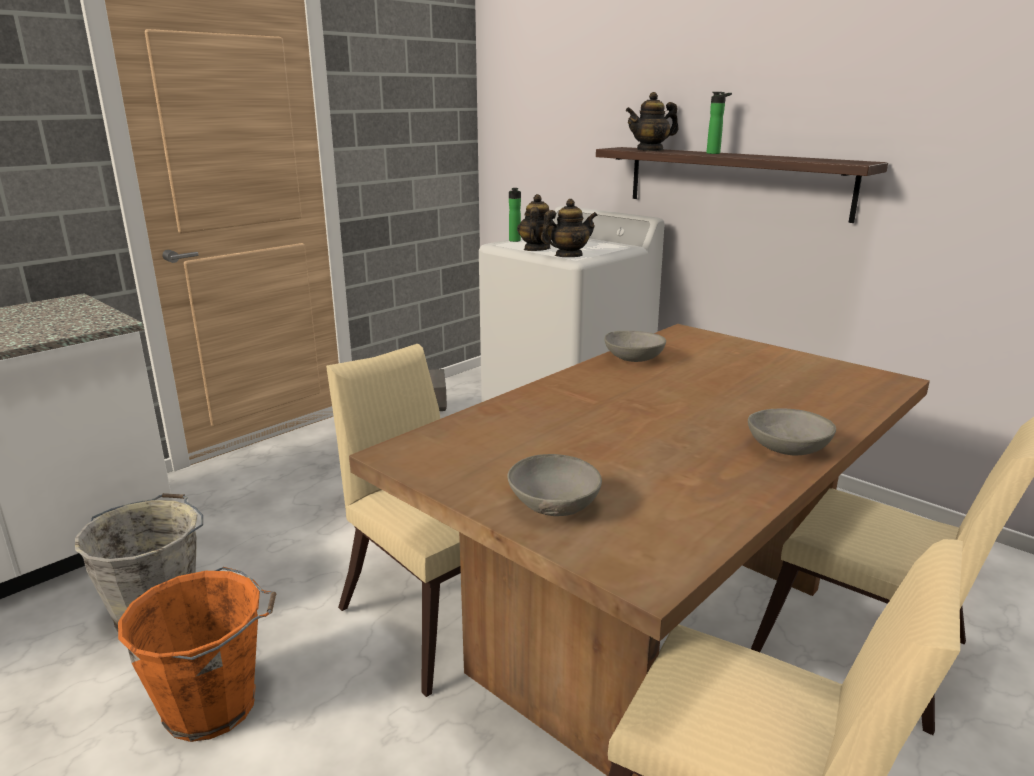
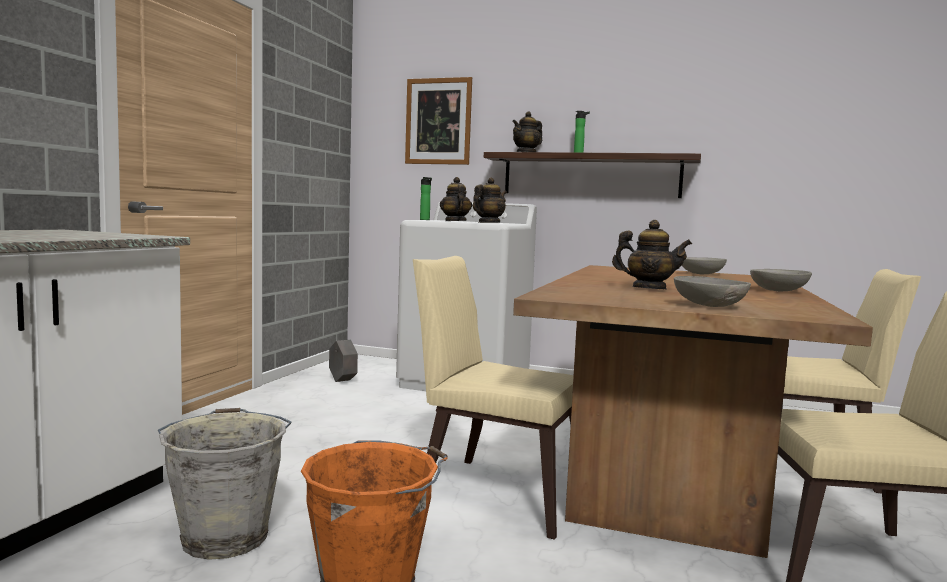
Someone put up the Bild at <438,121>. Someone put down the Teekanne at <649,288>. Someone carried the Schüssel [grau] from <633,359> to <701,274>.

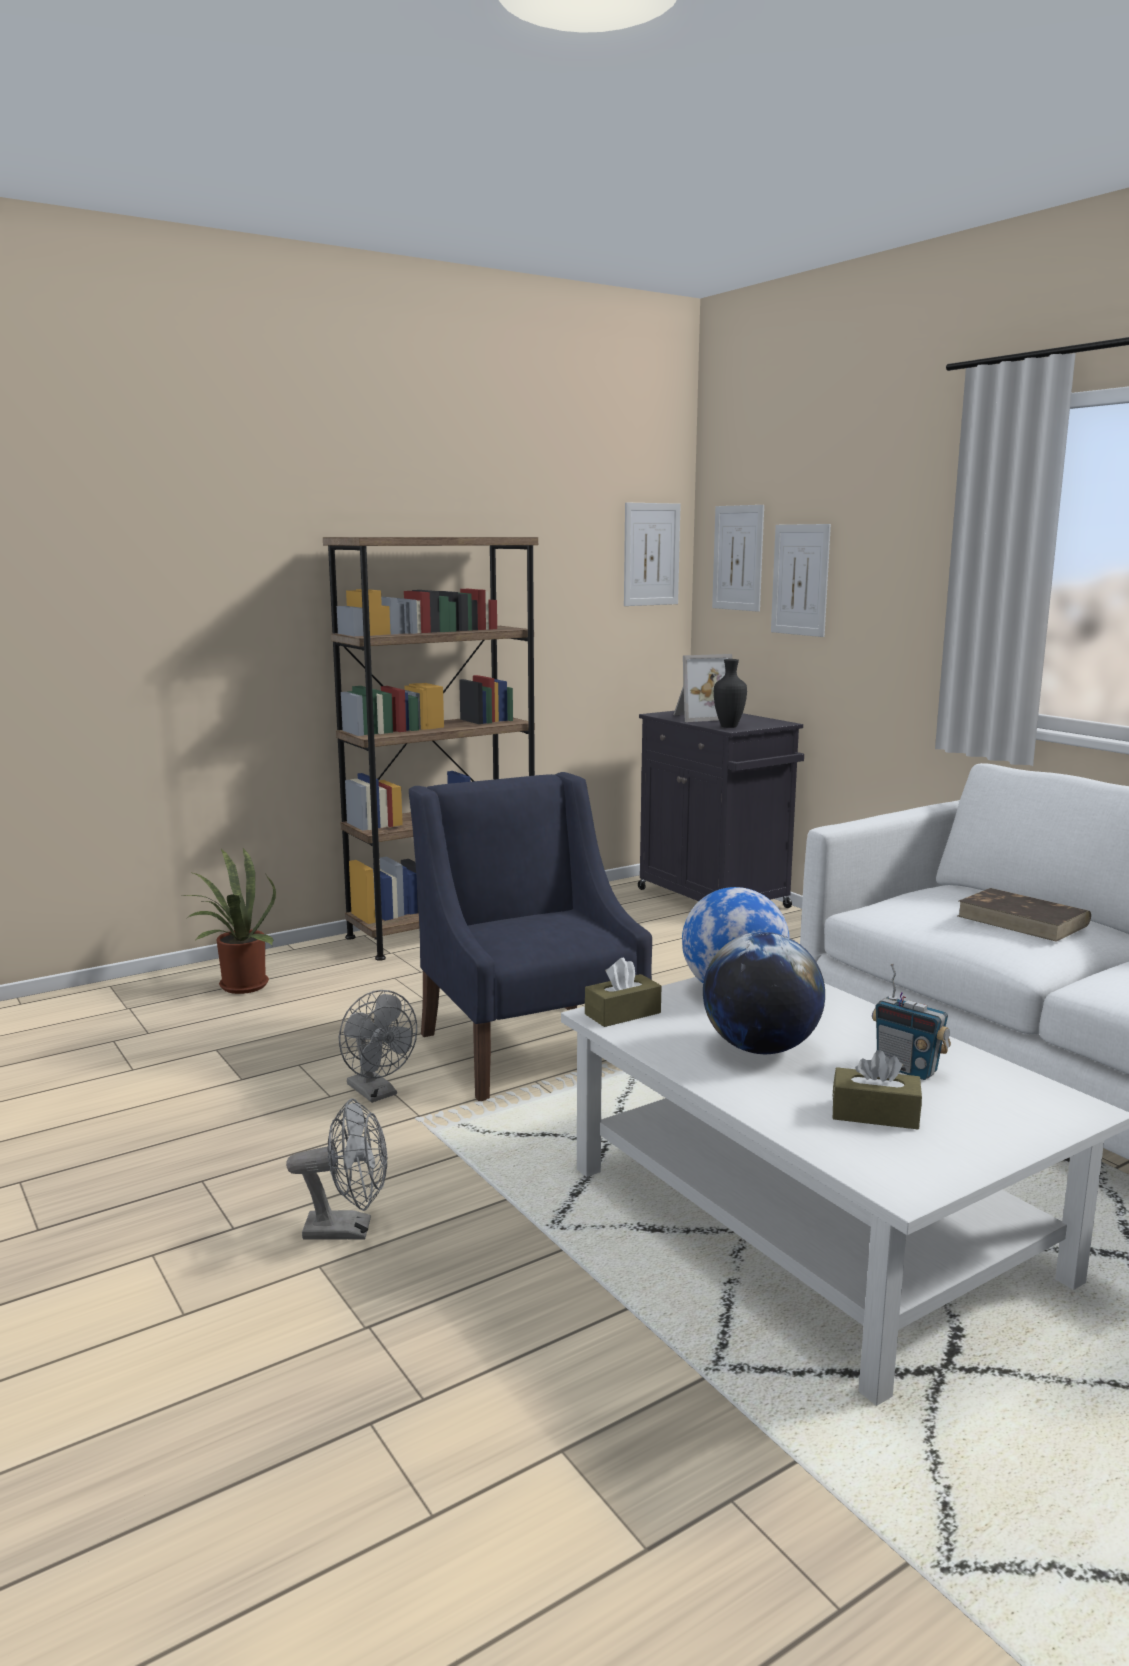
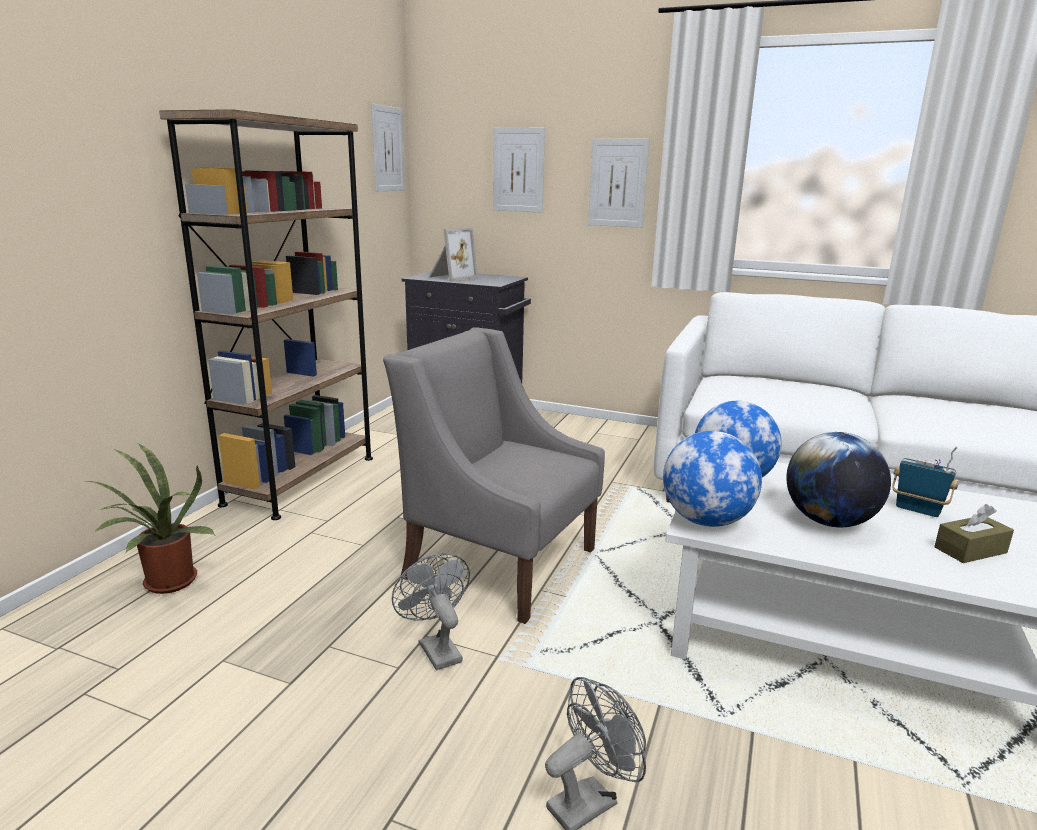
Someone took away the Vase [schwarz] at <728,726>. Someone took away the Buch [braun] at <1023,920>. Someone carried the Bild from <738,558> to <618,183>. Someone swapped the Taschentuchbox [braun] at <622,1013> for the Globus at <706,521>. Someone repainted the Sessel [blau] at <529,1047>, which became the Sessel [grau] at <499,562>. Someone rotated the Ventilator [grau] at <377,1093> by 135 degrees counterclockwise. Someone rotated the Radio at <907,1069> by 150 degrees counterclockwise.

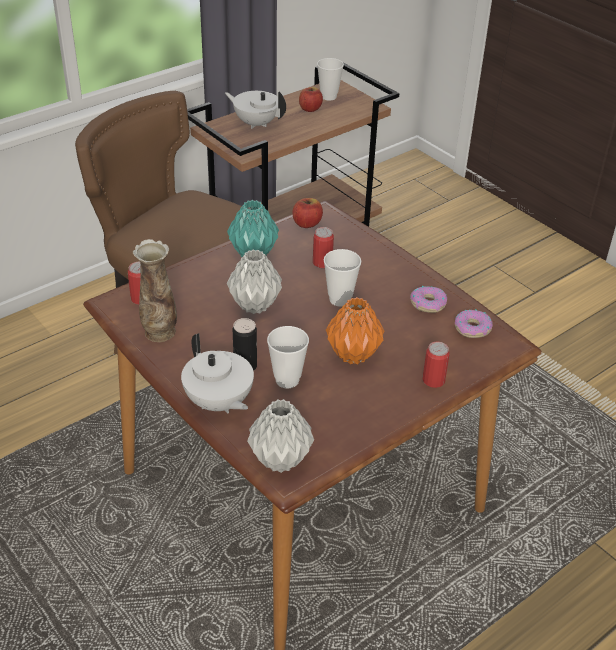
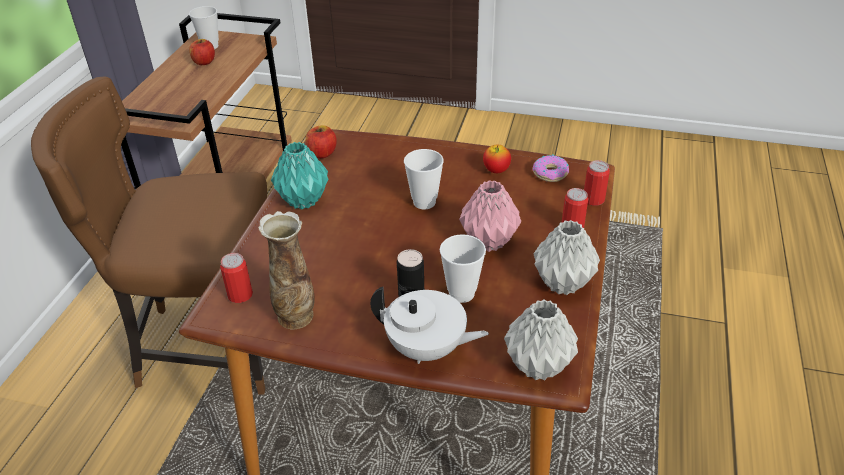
Someone took away the Teekanne [weiß] at <256,123>. Someone carried the Vase [grau] from <255,304> to <562,283>. Someone carried the Dose from <322,263> to <593,199>. Someone swapped the Donut at <428,303> for the Apfel at <496,171>. Someone repainted the Vase [orange] at <353,354>, which became the Vase [rosa] at <488,241>.

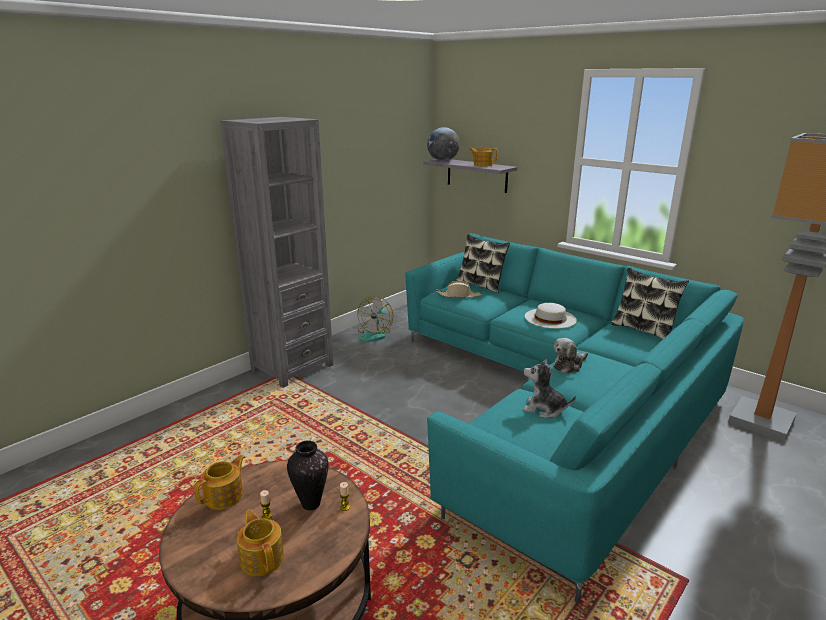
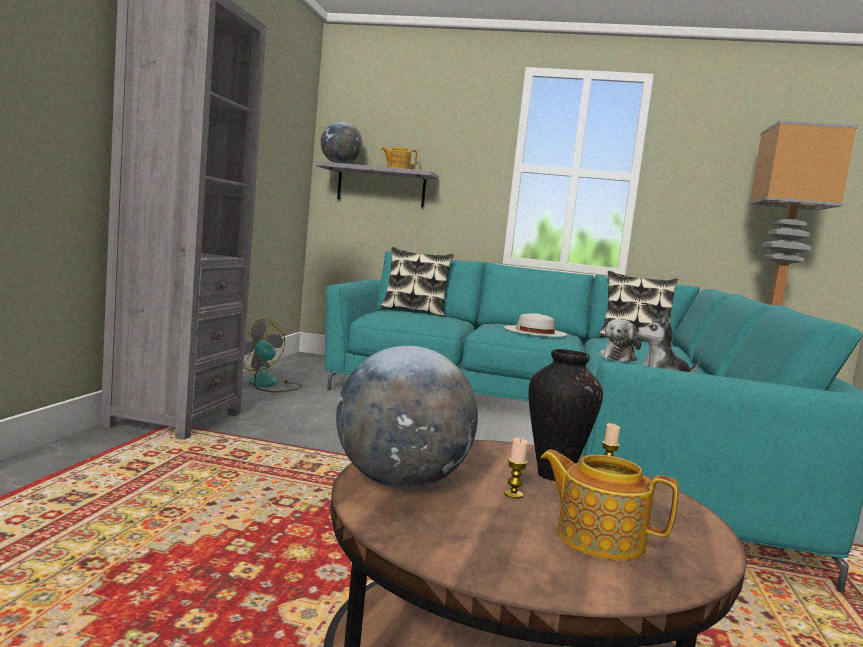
Someone took away the Hut [beige] at <458,295>. Someone swapped the Teekanne at <225,496> for the Globus at <400,483>. Someone rotated the Ventilator at <375,334> by 150 degrees clockwise.

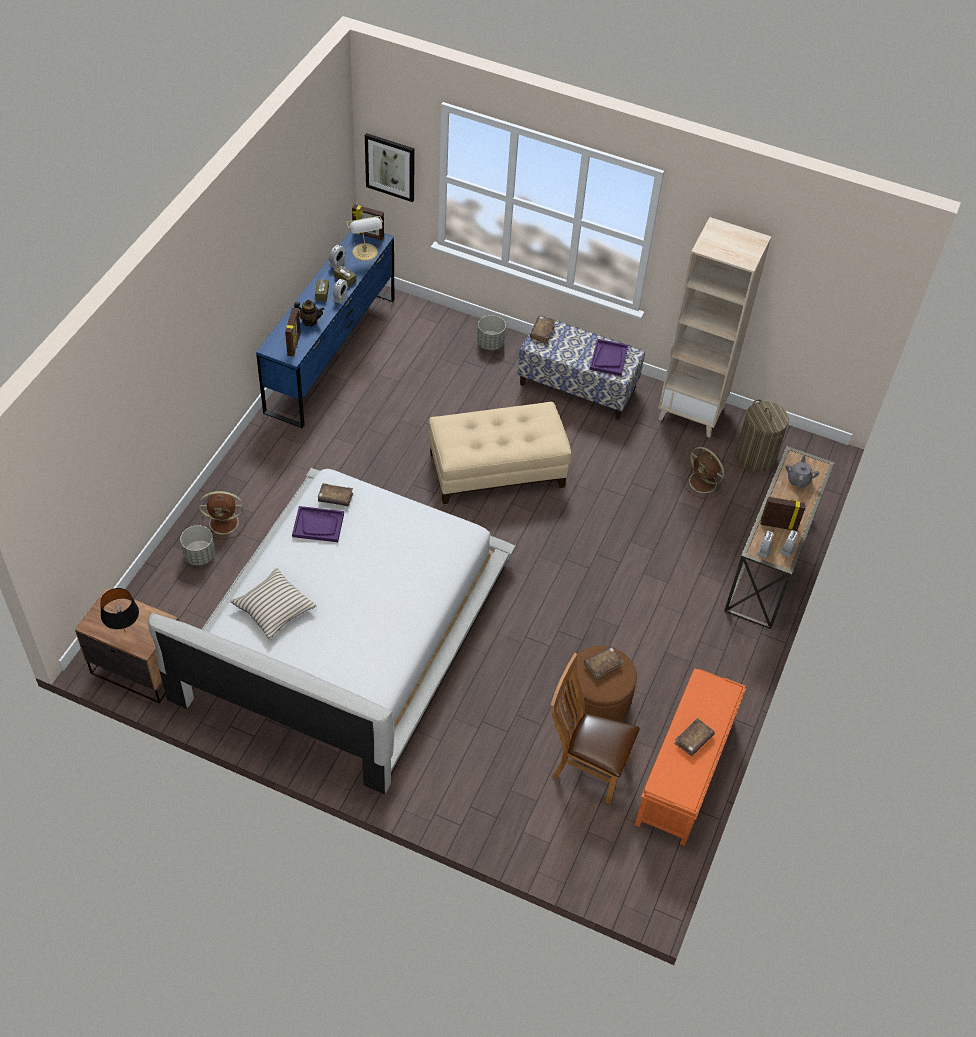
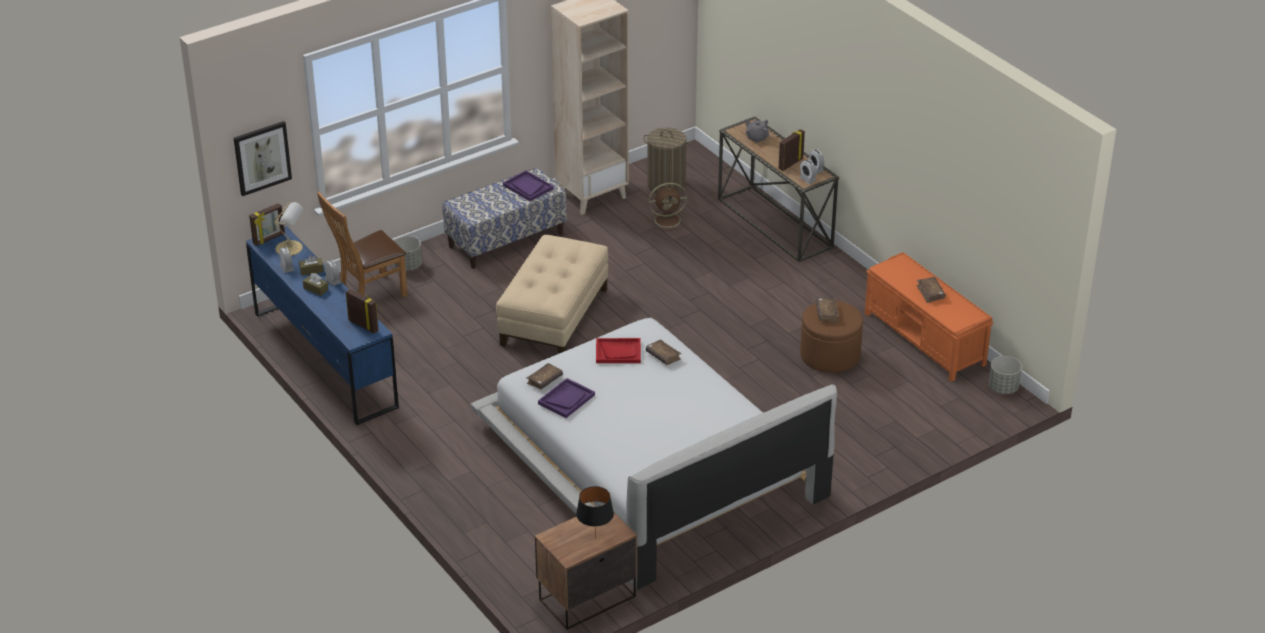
Someone took away the Ventilator [braun] at <225,523>. Someone took away the Kissen [beige] at <274,608>. Someone took away the Teekanne at <309,321>. Someone put down the Tablett [rot] at <618,352>. Someone carried the Pflanzkübel [grau] from <199,556> to <1003,388>. Someone carried the Buch [braun] from <542,332> to <663,356>. Someone carried the Stuhl [braun] from <585,767> to <368,294>.

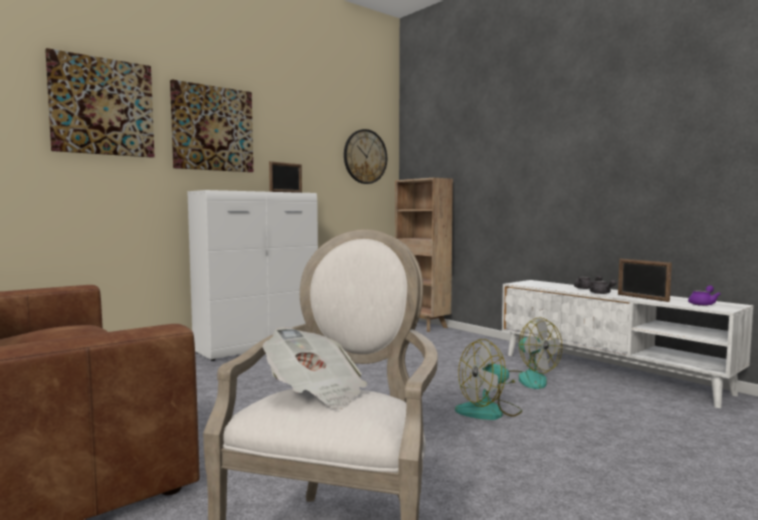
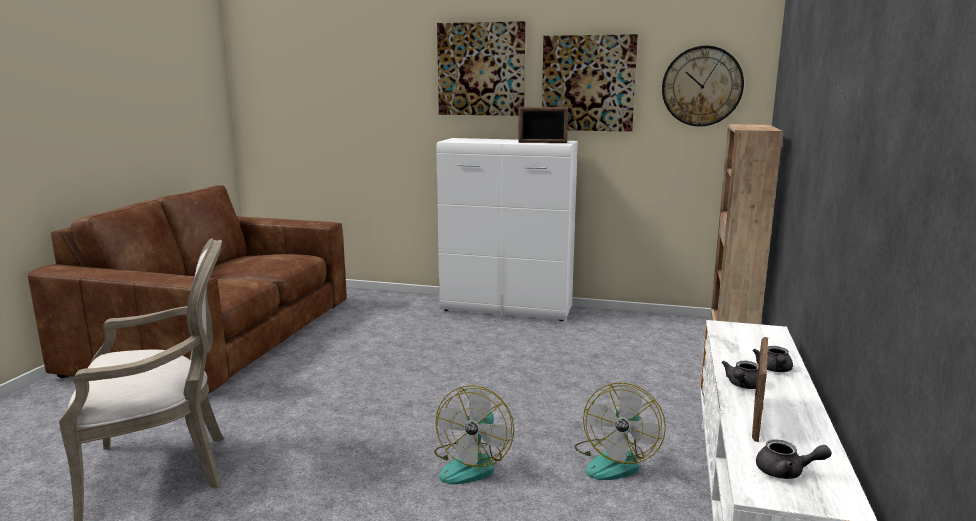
Someone took away the Zeitung at <316,393>. Someone carried the Bild from <102,107> to <588,83>. Someone repainted the Teekanne [lila] at <703,304>, which became the Teekanne [grau] at <786,472>. Someone rotated the Ventilator at <489,411> by 105 degrees counterclockwise.

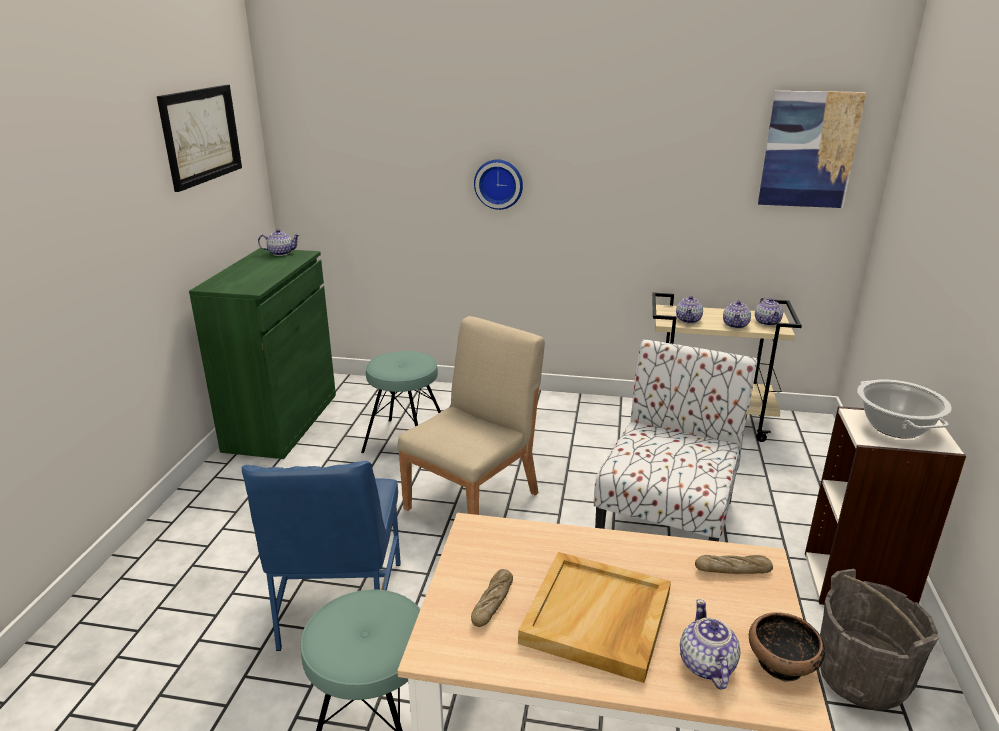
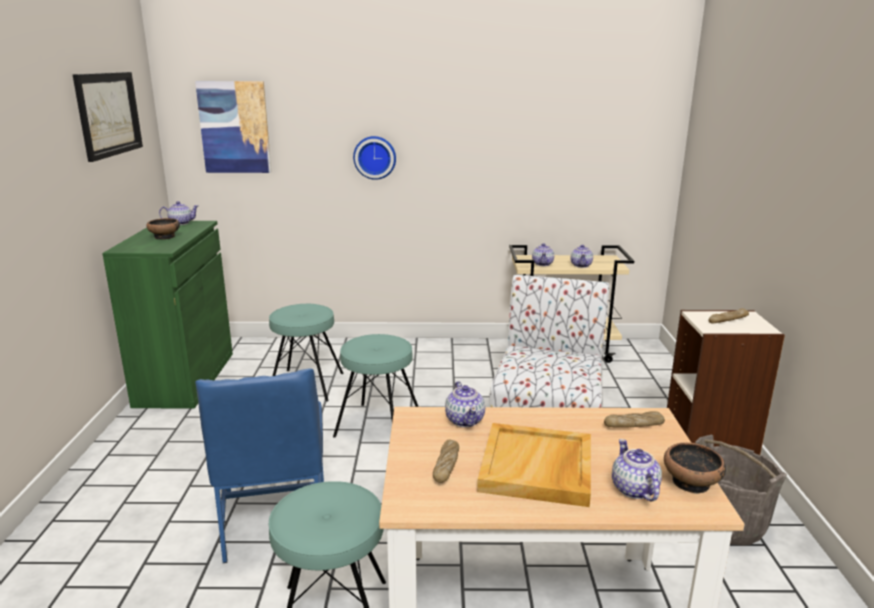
Someone put down the Schüssel at <165,237>. Someone carried the Teekanne from <767,322> to <465,420>. Someone carried the Bild from <809,150> to <234,127>. Someone swapped the Stuhl [beige] at <474,500> for the Hocker [türkis] at <378,426>. Someone swapped the Kochtopf at <896,427> for the Brot at <728,320>.

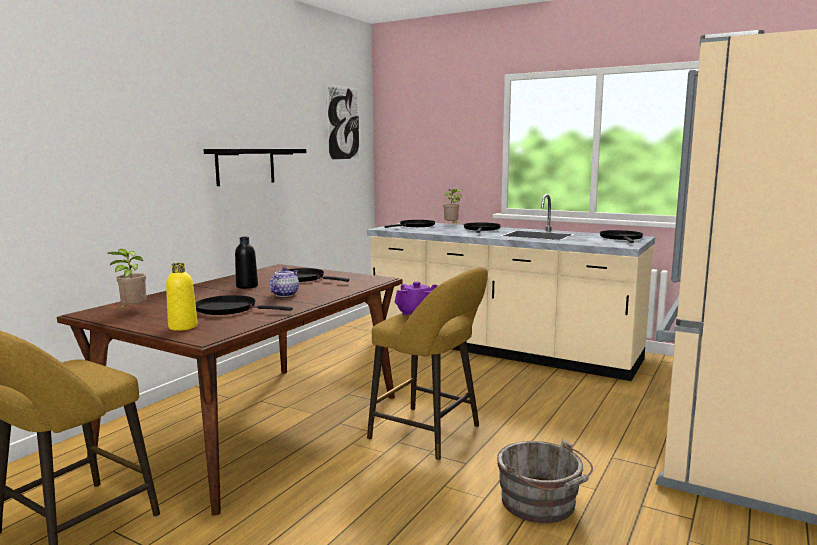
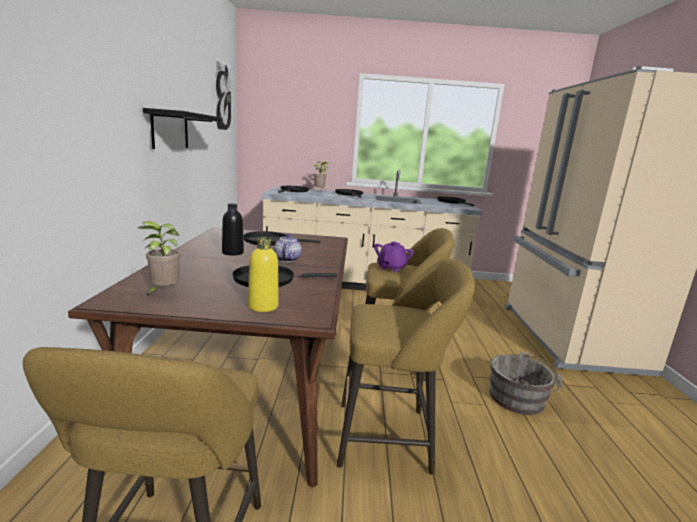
Someone put down the Hocker [gelb] at <390,437>.

